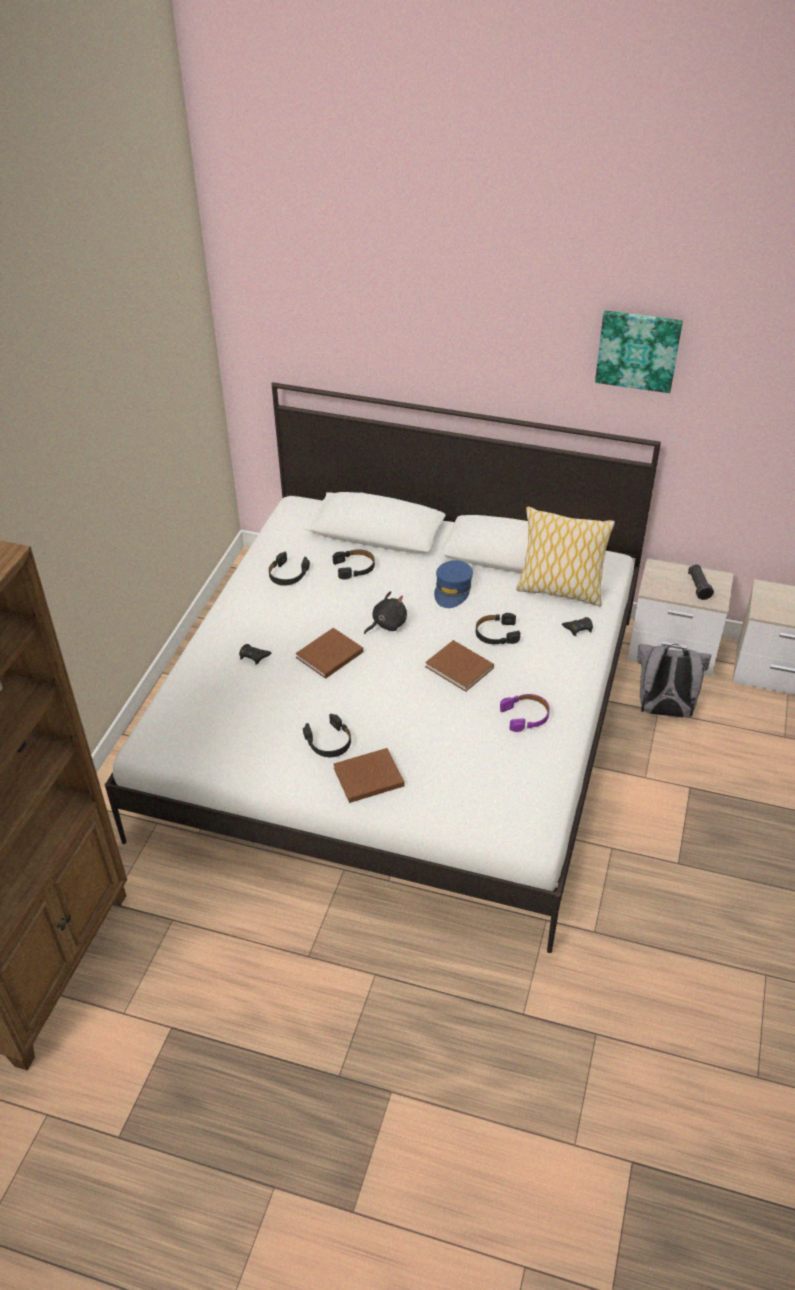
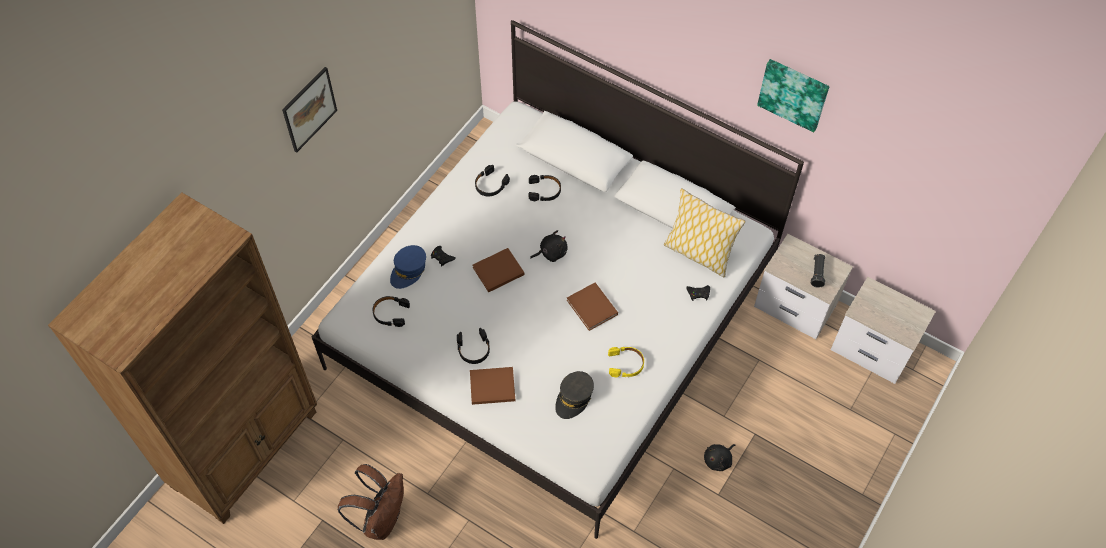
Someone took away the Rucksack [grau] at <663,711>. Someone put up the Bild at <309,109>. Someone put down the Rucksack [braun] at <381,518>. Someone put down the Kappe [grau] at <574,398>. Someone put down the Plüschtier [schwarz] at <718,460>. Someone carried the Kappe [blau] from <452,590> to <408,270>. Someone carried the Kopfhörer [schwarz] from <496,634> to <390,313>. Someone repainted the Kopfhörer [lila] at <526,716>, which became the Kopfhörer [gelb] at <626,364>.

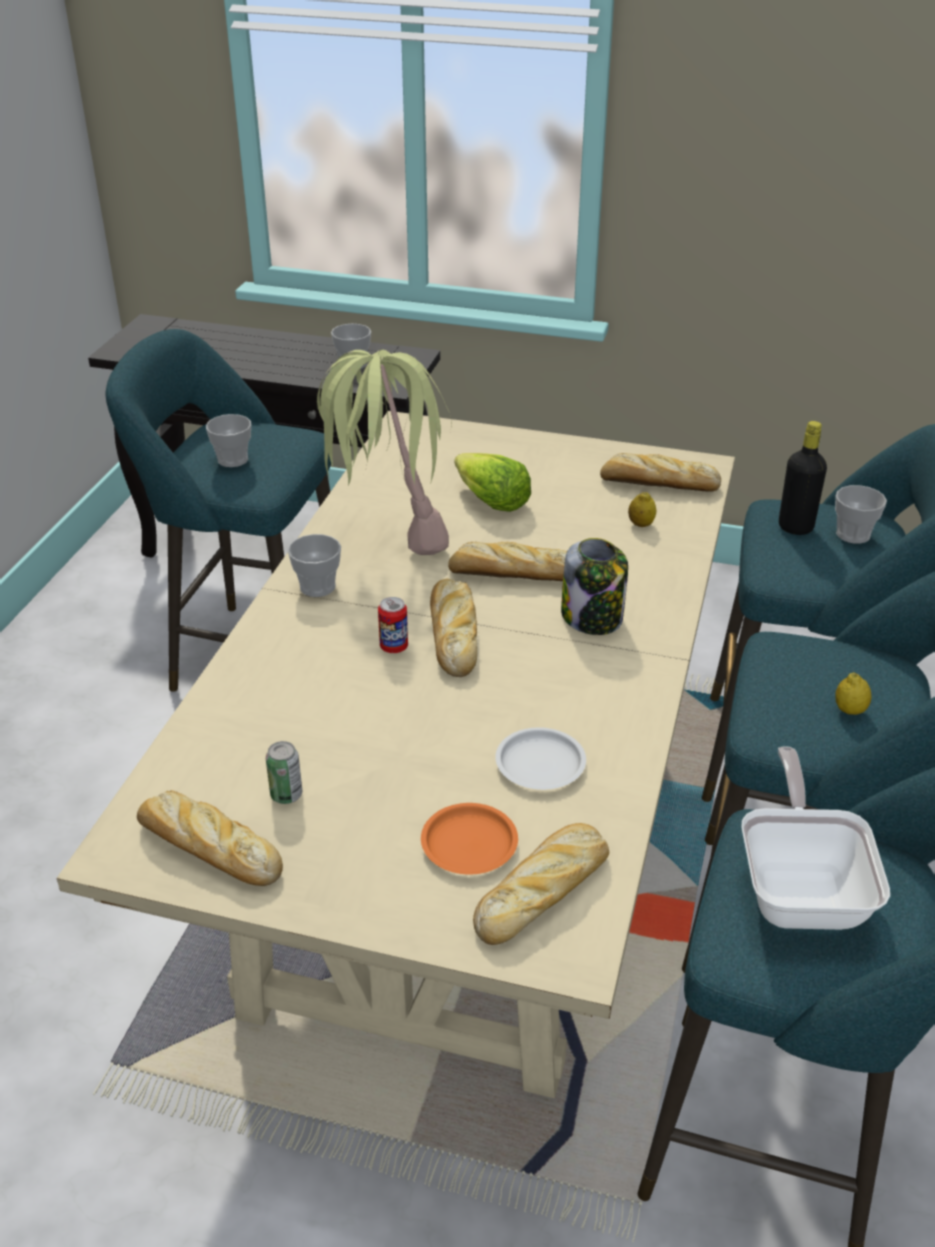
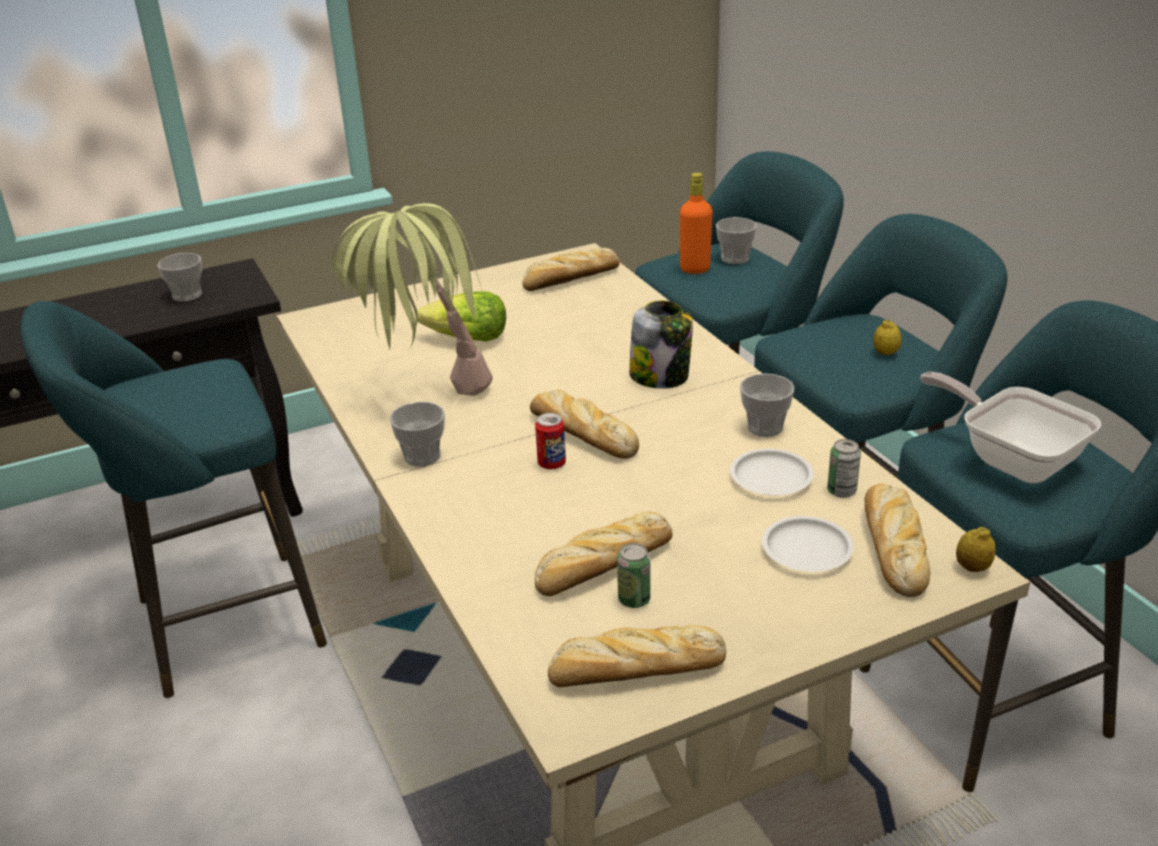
Someone put down the Dose at <841,491>. Someone carried the Tasse from <233,459> to <764,427>. Someone carried the Brot from <511,574> to <603,566>. Someone carried the Zitrone from <641,524> to <972,568>. Someone repainted the Teller [orange] at <469,843>, which became the Teller [weiß] at <806,549>. Someone repainted the Flasche [schwarz] at <795,527>, which became the Flasche [orange] at <695,269>.

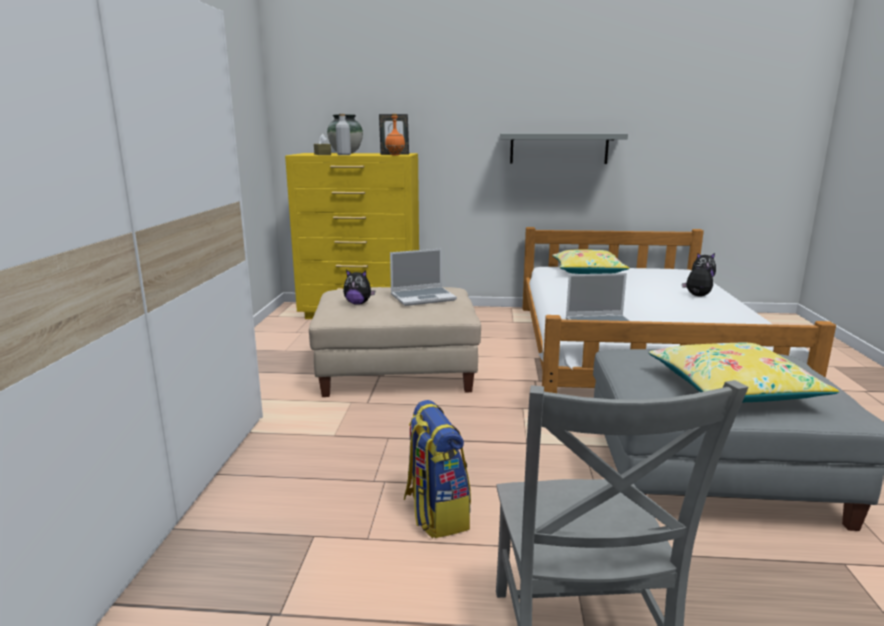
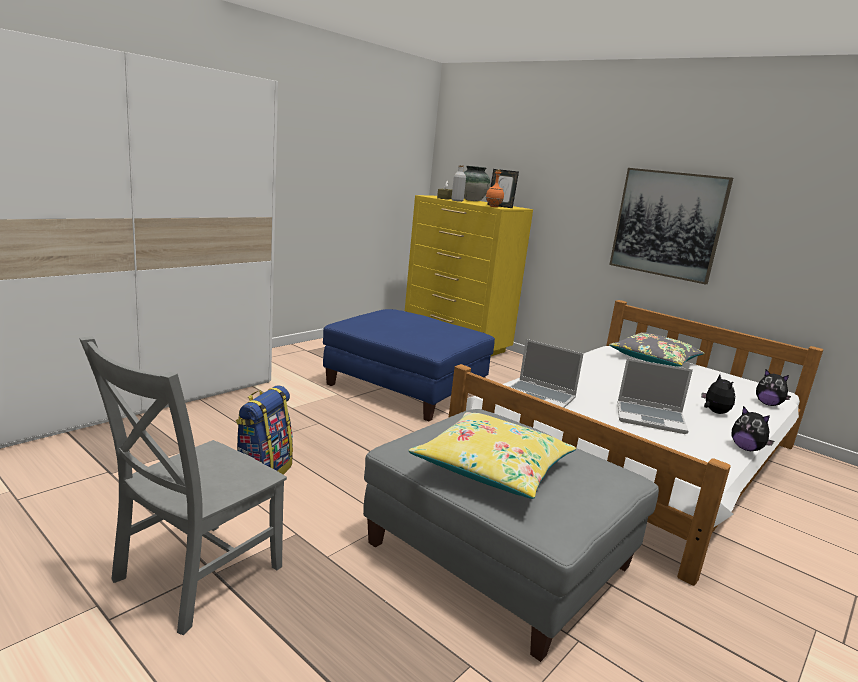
Someone carried the Plüschtier from <358,303> to <746,449>. Someone carried the Laptop from <423,297> to <651,418>. Someone swapped the Wandregal [grau] at <559,148> for the Bild at <667,224>. Someone repainted the Polsterhocker [beige] at <397,369>, which became the Polsterhocker [blau] at <406,387>. Someone repainted the Kissen [gelb] at <588,271>, which became the Kissen [grau] at <654,359>.

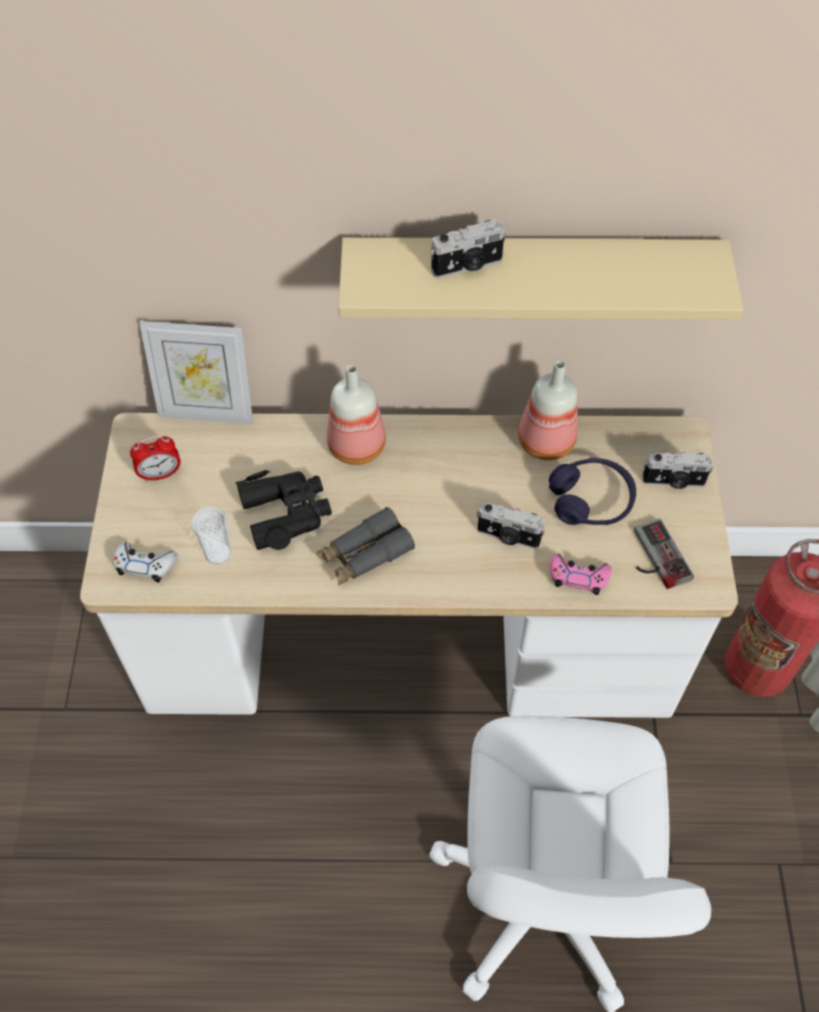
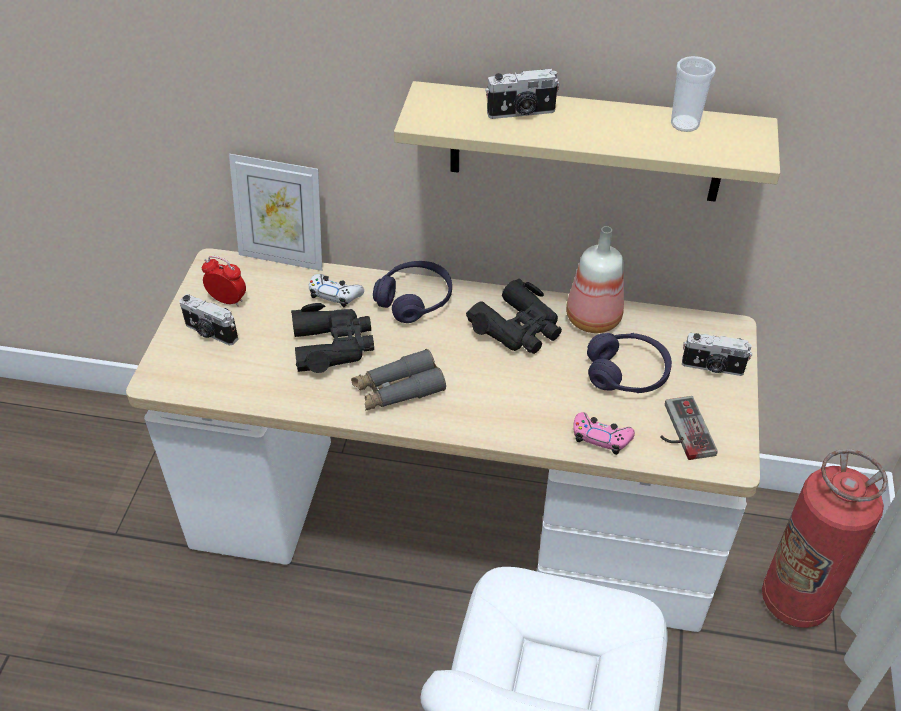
Someone put down the Fernglas [schwarz] at <518,328>. Someone carried the Gamepad [weiß] from <145,565> to <335,294>. Someone carried the Tasse from <218,553> to <684,124>. Someone carried the Kamera from <508,537> to <210,333>. Someone swapped the Flasche at <358,446> for the Kopfhörer [lila] at <414,300>. Someone rotated the Wecker at <160,474> by 150 degrees counterclockwise.

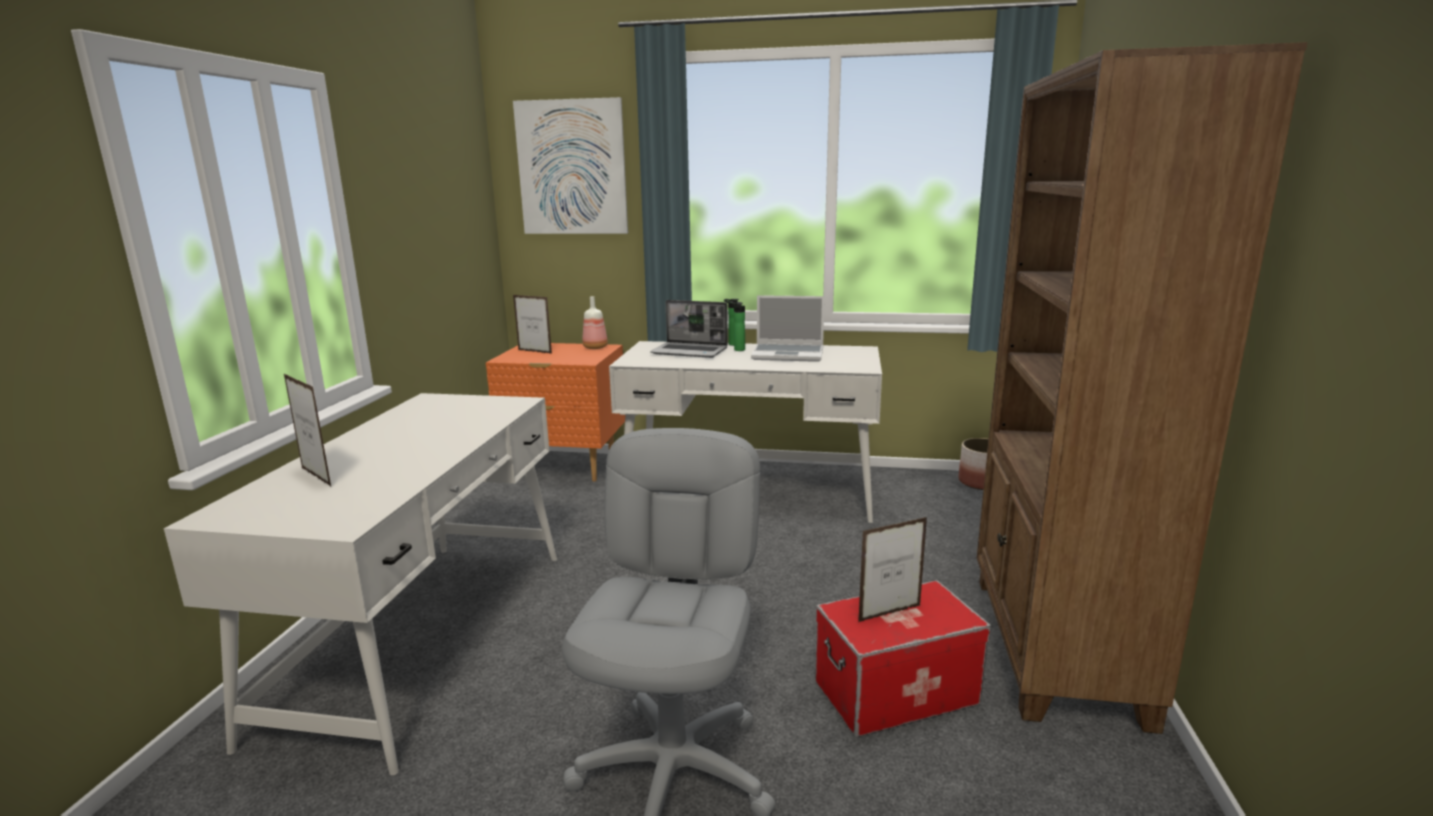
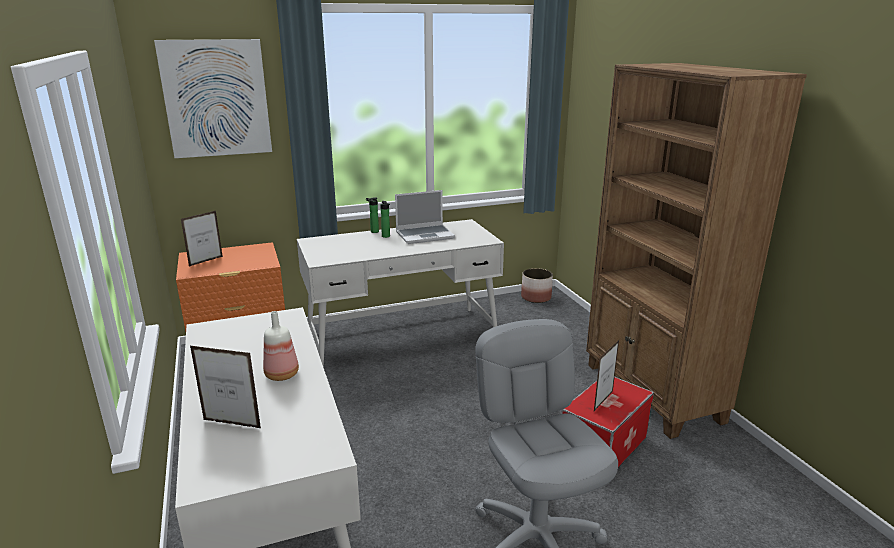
Someone took away the Laptop at <690,351>. Someone carried the Flasche from <596,347> to <283,374>. Someone rotated the Bilderrahmen at <534,352> by 135 degrees clockwise.

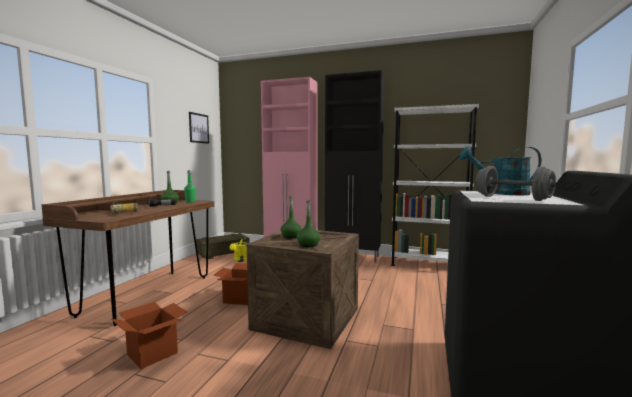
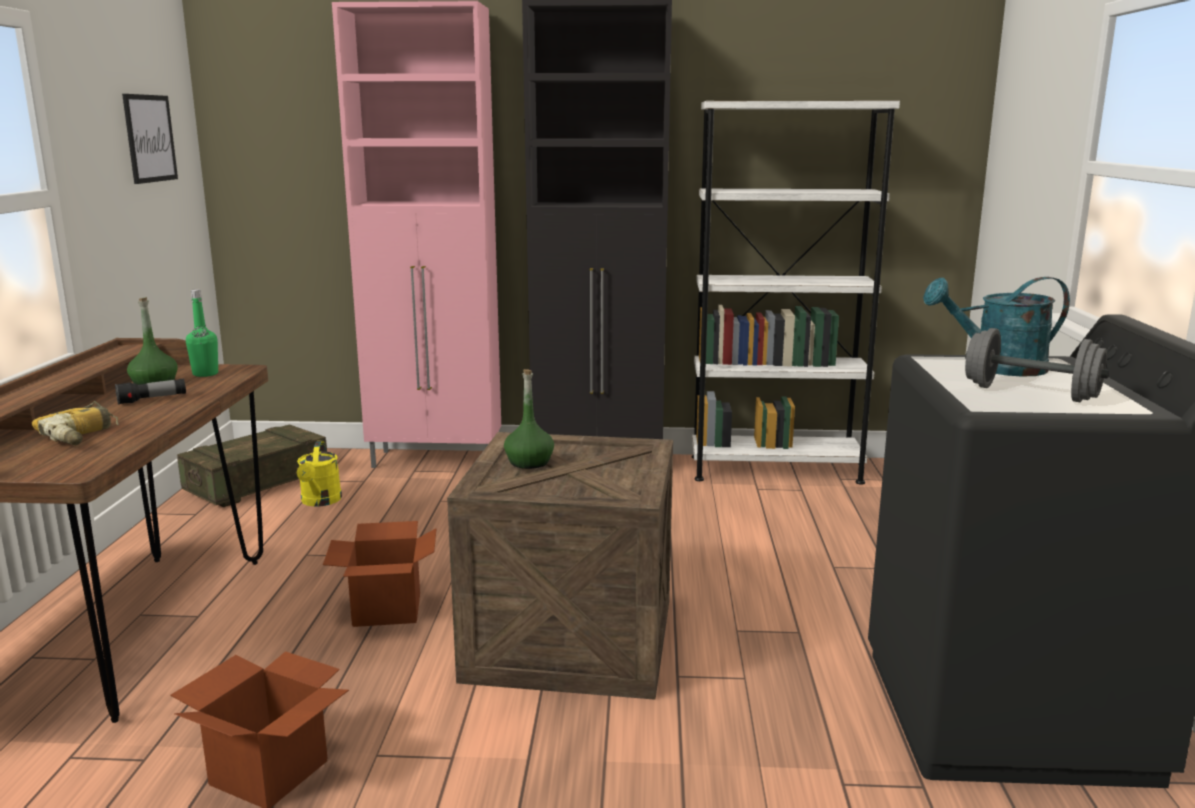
Someone took away the Flasche [grün] at <308,244>.

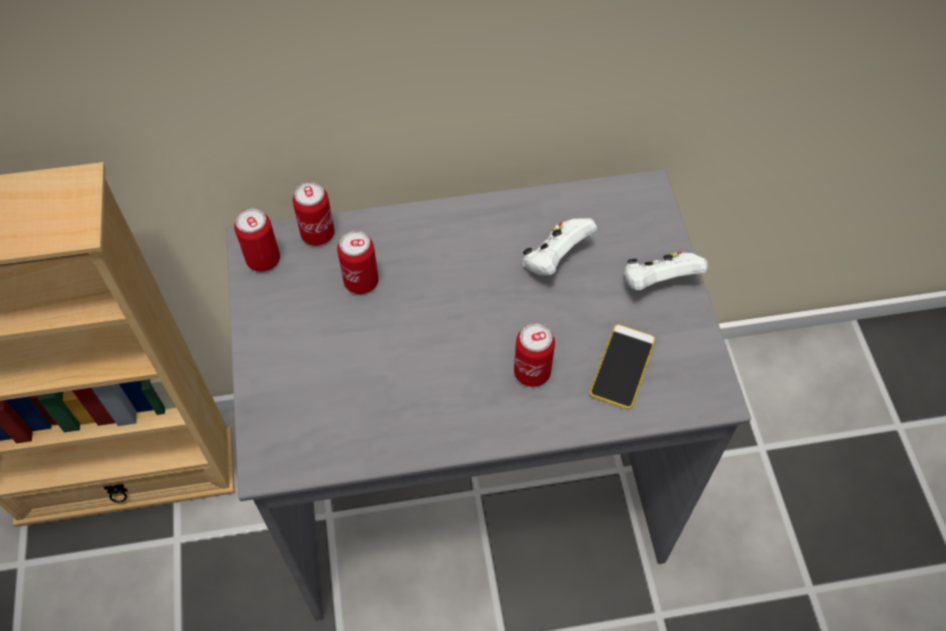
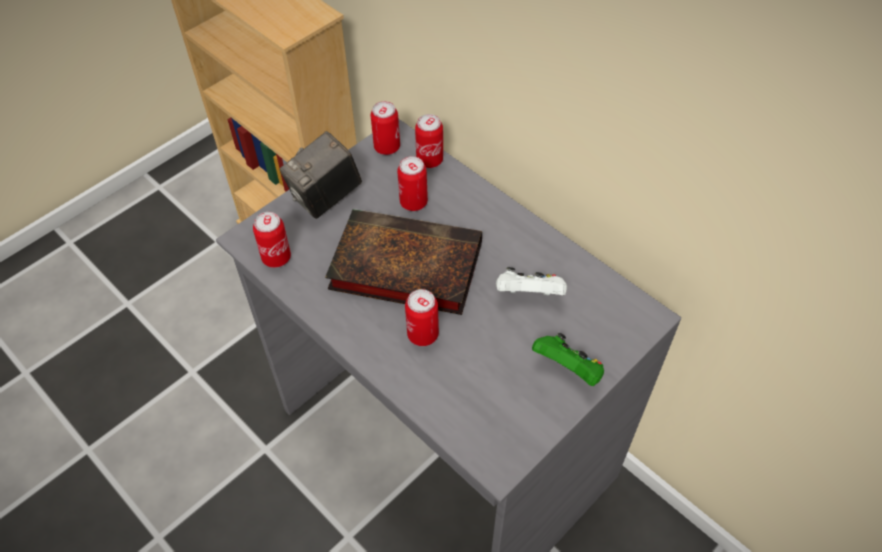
Someone took away the Handy at <622,366>. Someone put down the Dose at <276,258>. Someone put down the Kamera at <326,198>. Someone put down the Buch at <402,267>. Someone repainted the Gamepad [weiß] at <658,282>, which became the Gamepad [grün] at <568,370>.

